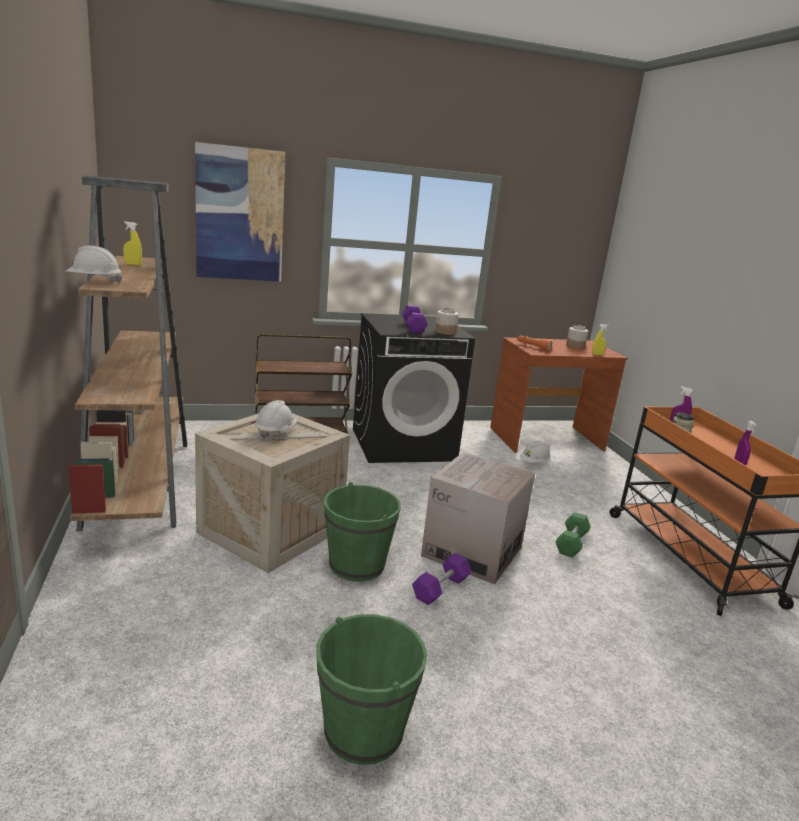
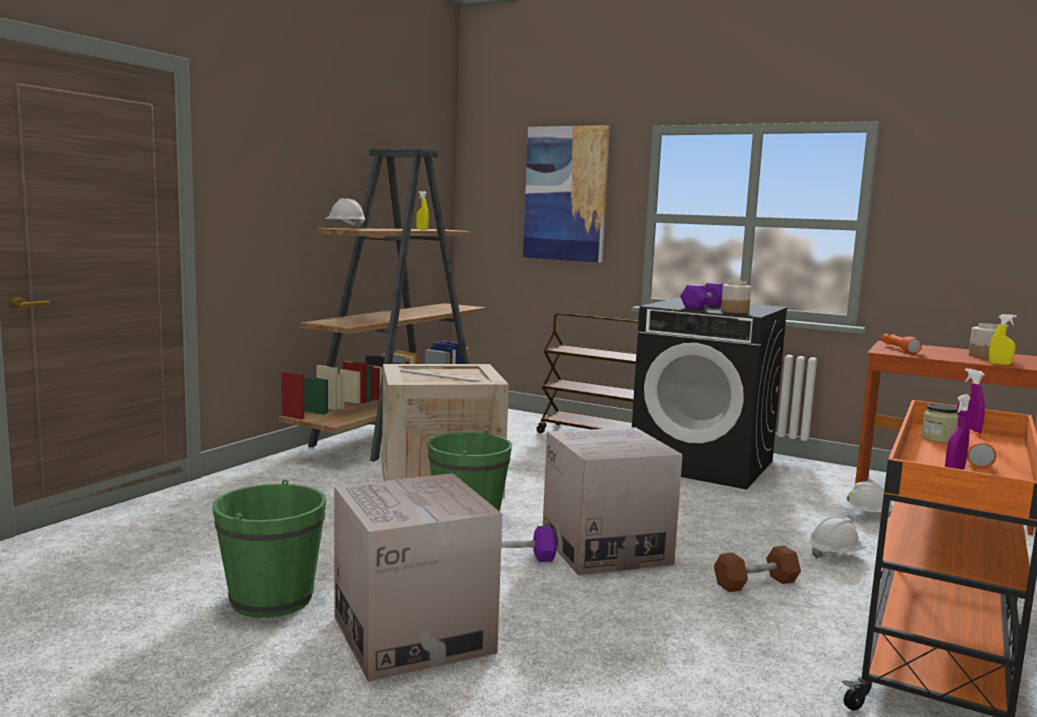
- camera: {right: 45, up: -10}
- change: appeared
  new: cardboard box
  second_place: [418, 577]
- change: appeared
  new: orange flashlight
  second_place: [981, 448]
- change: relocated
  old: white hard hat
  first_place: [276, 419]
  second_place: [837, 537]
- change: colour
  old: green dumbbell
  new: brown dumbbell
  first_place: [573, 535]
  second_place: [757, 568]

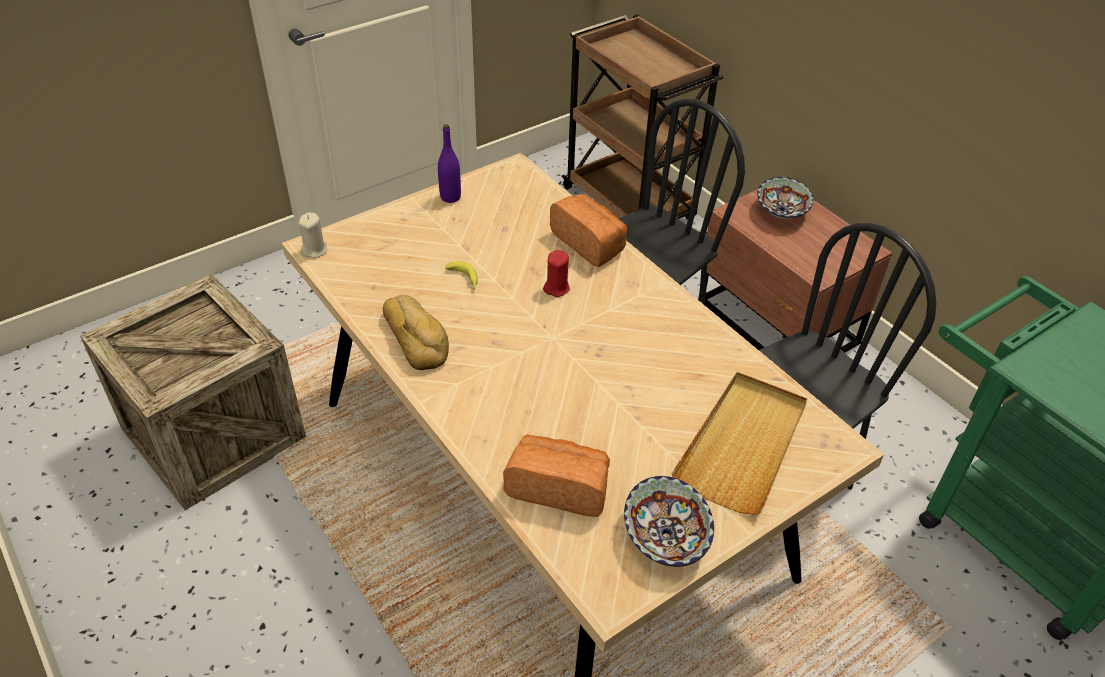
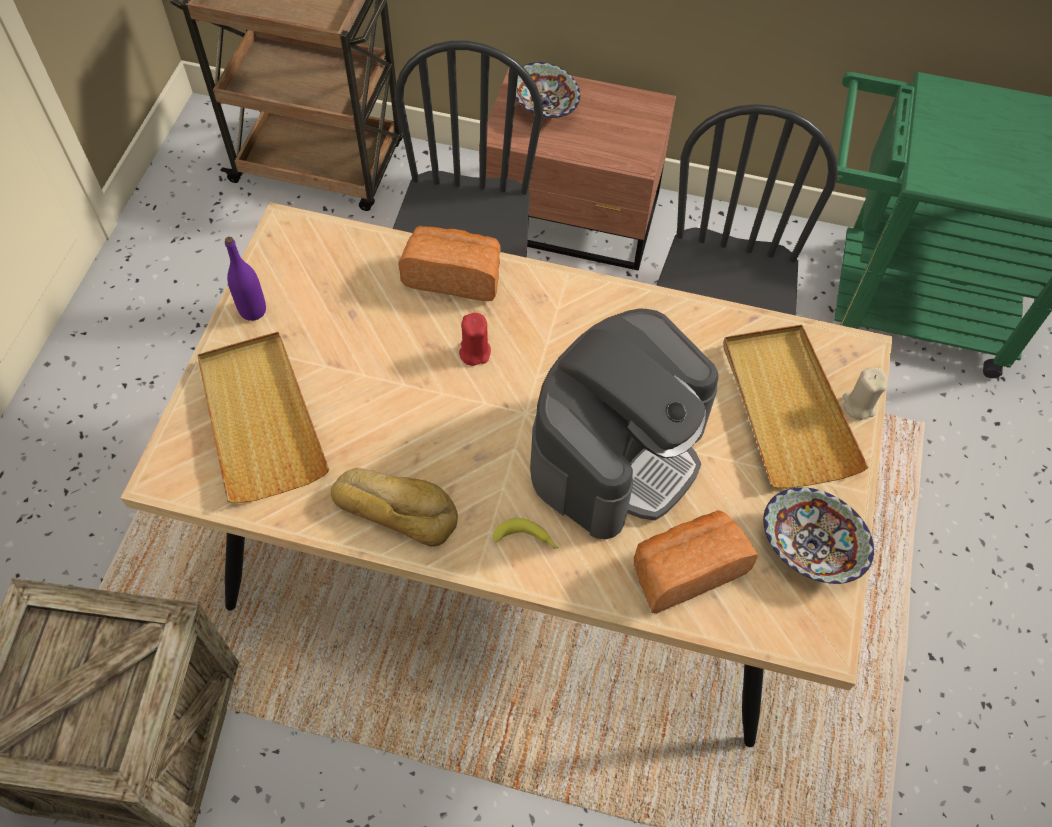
- camera: {right: -40, up: 15}
- change: appeared
  new: beige tray
  second_place: [263, 417]
- change: appeared
  new: coffee machine
  second_place: [624, 423]
- change: relocated
  old: beige candle
  first_place: [312, 235]
  second_place: [865, 393]
- change: relocated
  old: banana
  first_place: [461, 275]
  second_place: [526, 533]

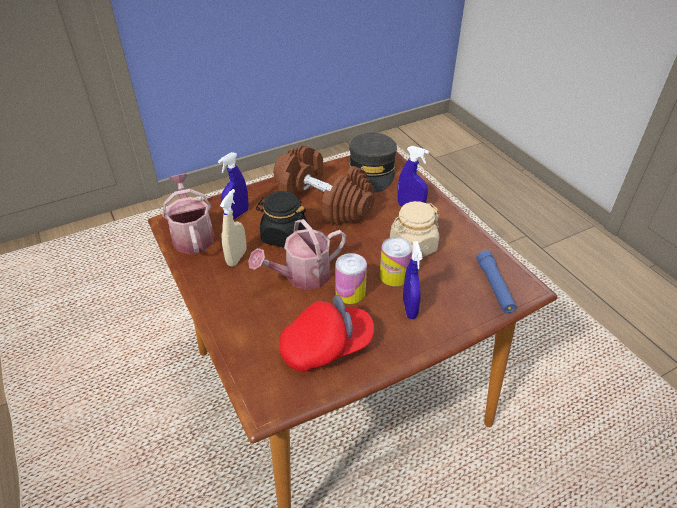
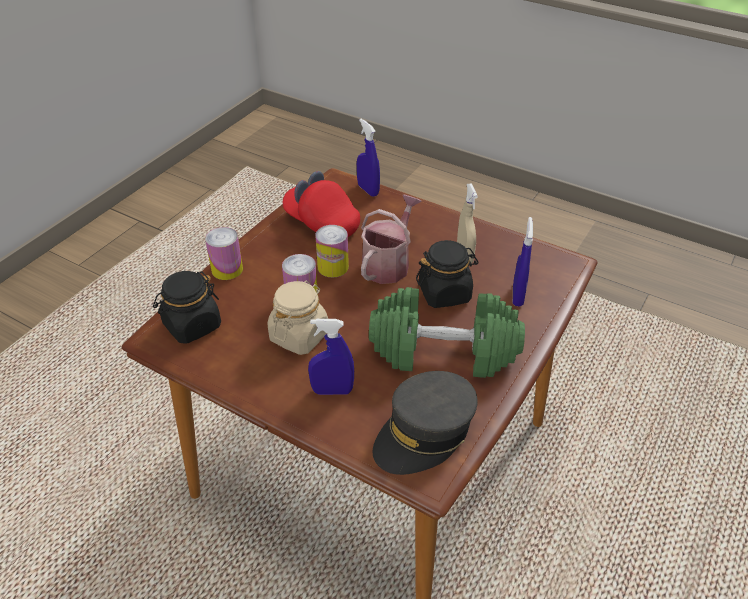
- camera: {right: 150, up: 0}
- change: missing
  old: watering can
  first_place: [188, 214]
- change: appeared
  new: can
  second_place: [224, 253]
- change: relocated
  old: blue spray bottle
  first_place: [412, 280]
  second_place: [368, 158]
- change: exchanged
  old: blue flashlight
  new: black jar
  first_place: [496, 281]
  second_place: [187, 307]
- change: colour
  old: brown dumbbell
  new: green dumbbell
  first_place: [323, 185]
  second_place: [447, 332]
- change: spun
  old: red cap
  first_place: [326, 333]
  second_place: [321, 204]
  degrees: 90
- change: spun
  old: grey cap
  first_place: [373, 163]
  second_place: [425, 423]
  degrees: -105

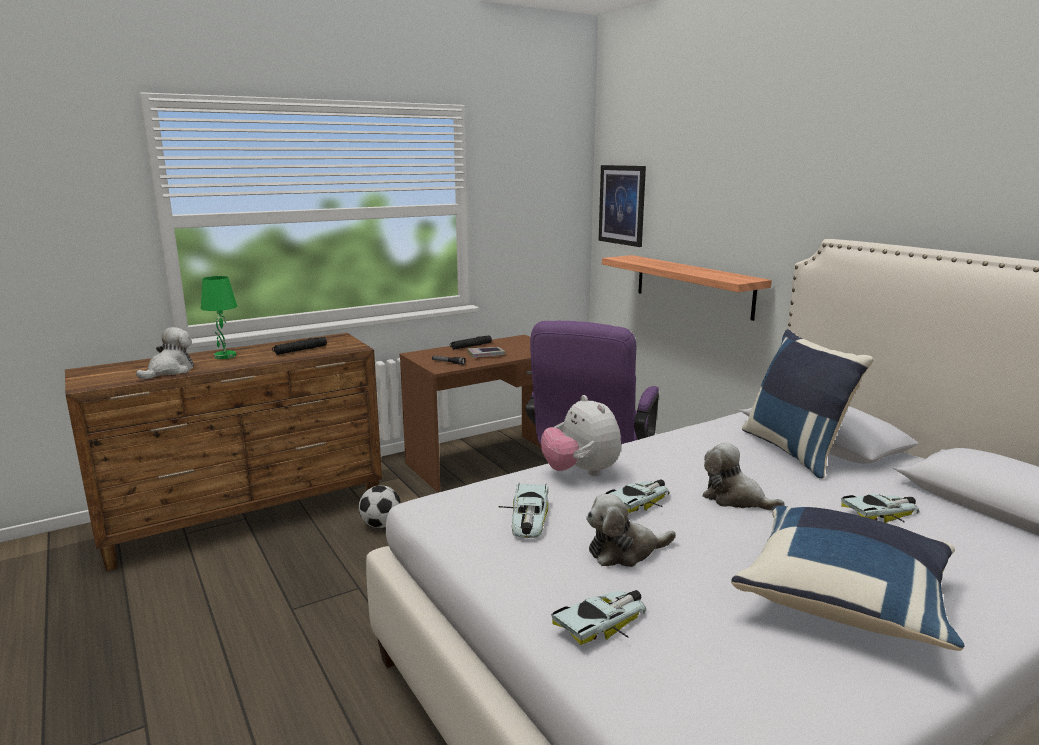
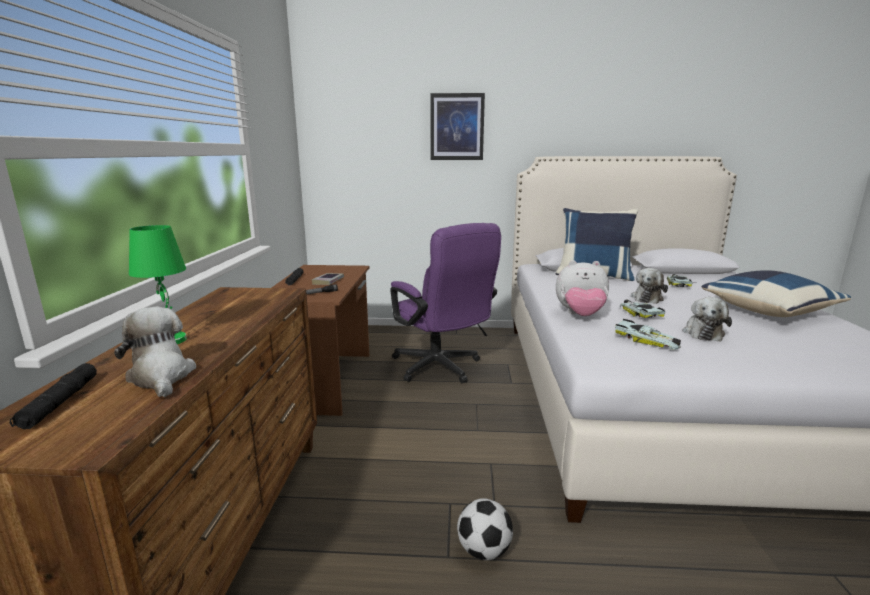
- camera: {right: -55, up: 0}
- change: missing
  old: toy car
  first_place: [599, 617]
- change: missing
  old: shelf
  first_place: [687, 288]
- change: relocated
  old: black flashlight
  first_place: [299, 346]
  second_place: [53, 396]
- change: relocated
  old: football
  first_place: [380, 506]
  second_place: [485, 529]
- change: relocated
  old: picture
  first_place: [622, 206]
  second_place: [457, 126]
- change: spun
  old: plush toy
  first_place: [744, 477]
  second_place: [649, 286]
  degrees: -45

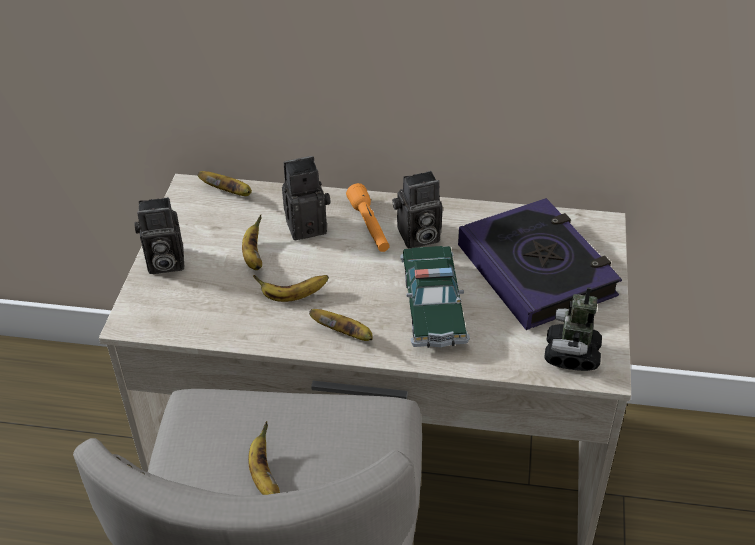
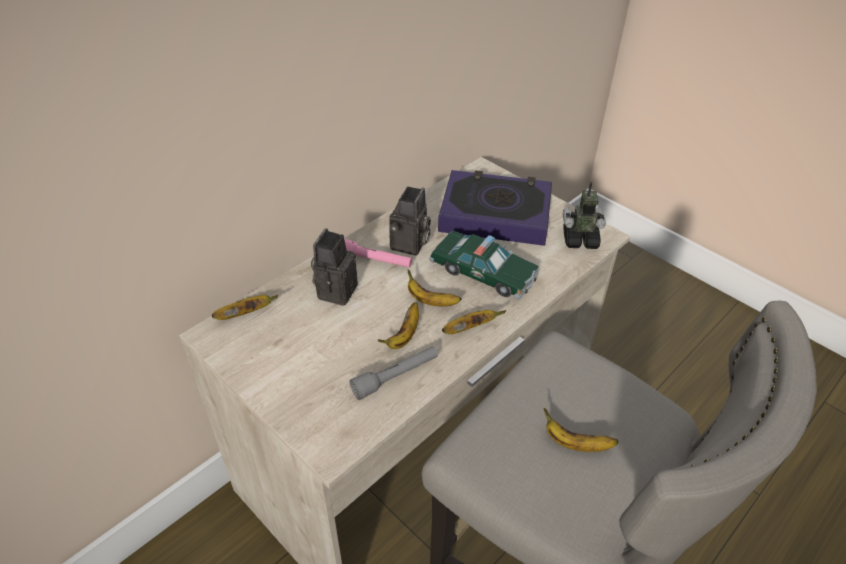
- camera: {right: -55, up: 0}
- change: missing
  old: photo camera
  first_place: [159, 235]
- change: appeared
  new: grey flashlight
  second_place: [393, 373]
- change: relocated
  old: banana
  first_place: [252, 242]
  second_place: [435, 287]
- change: colour
  old: orange flashlight
  new: pink flashlight
  first_place: [368, 217]
  second_place: [378, 253]
- change: spun
  old: toy robot
  first_place: [573, 329]
  second_place: [584, 215]
  degrees: 135

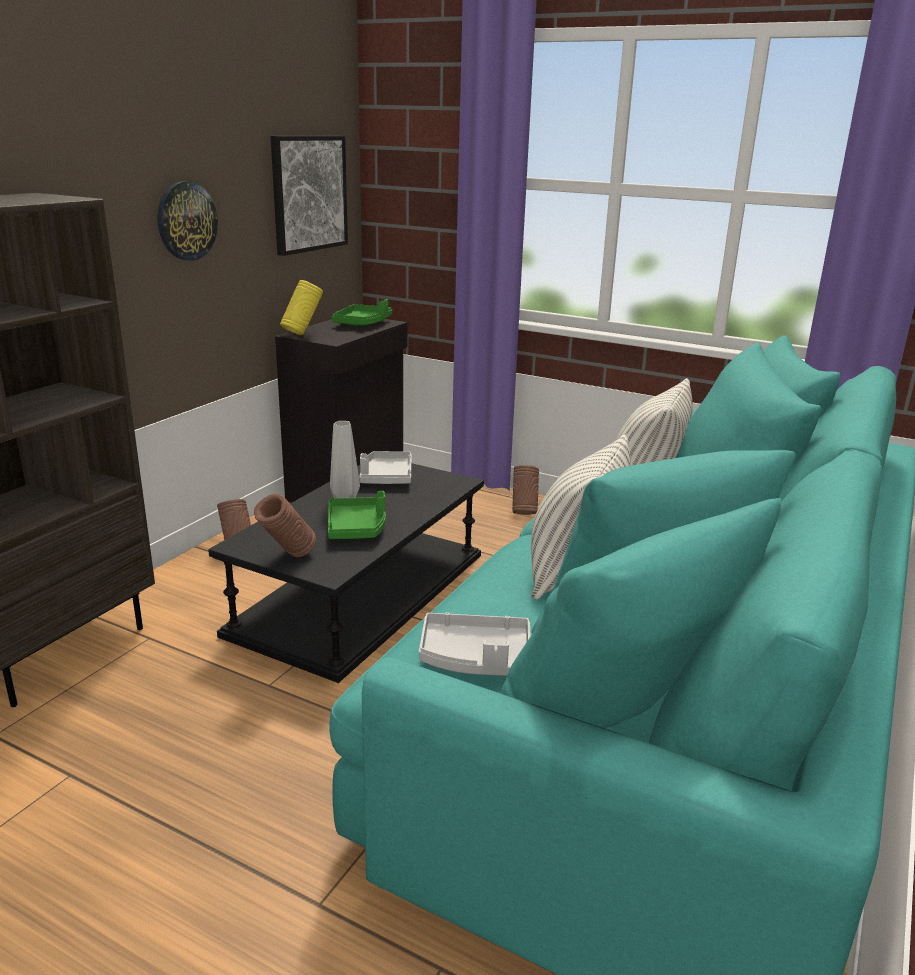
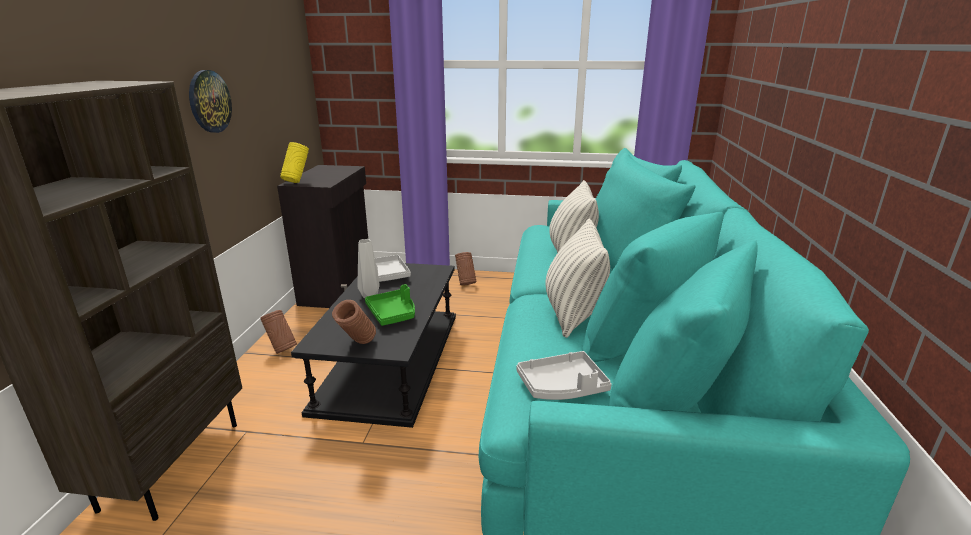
- camera: {right: -20, up: 0}
- change: missing
  old: picture
  first_place: [309, 196]
- change: missing
  old: green tray
  first_place: [362, 312]

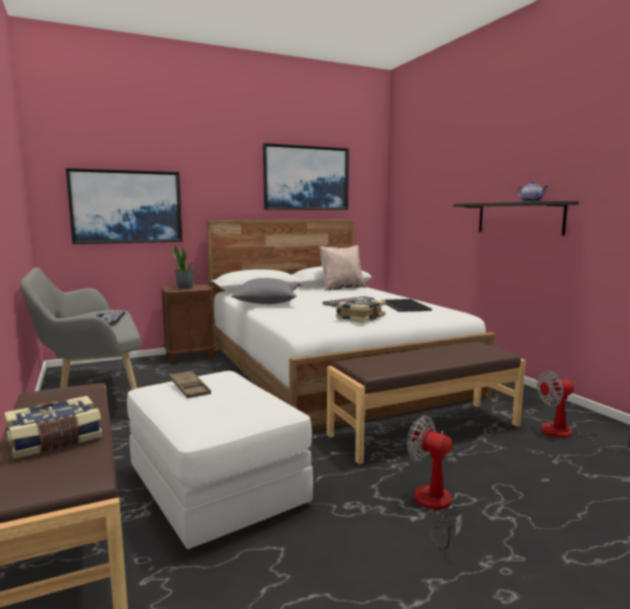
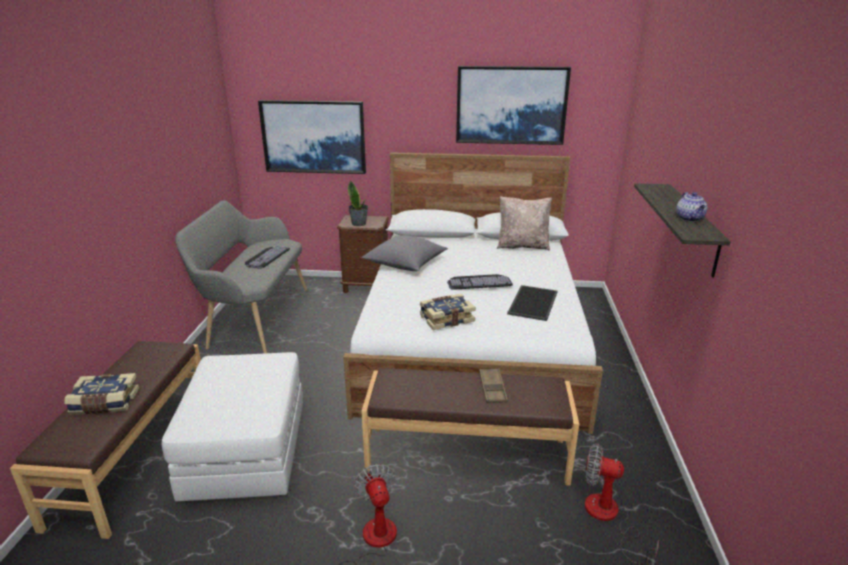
- camera: {right: 30, up: 15}
- change: relocated
  old: brown tray
  first_place: [190, 384]
  second_place: [493, 385]

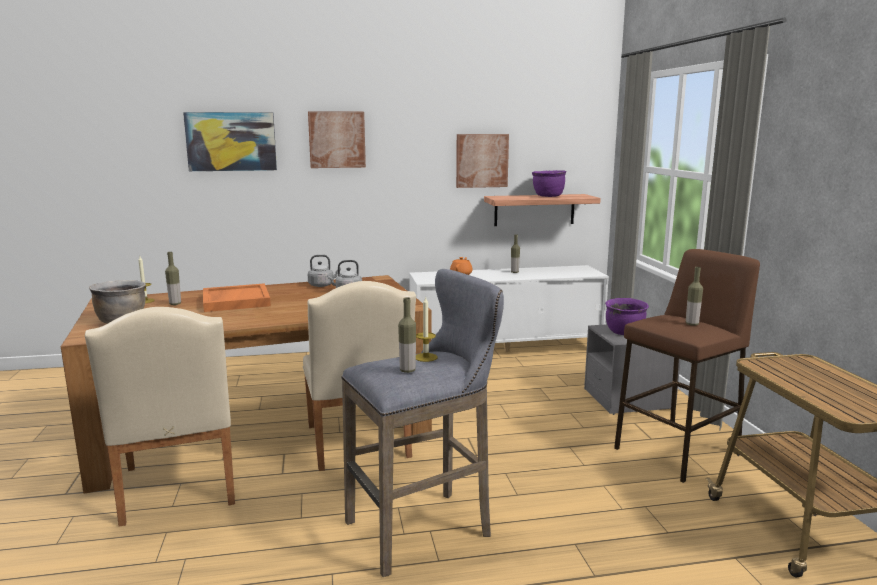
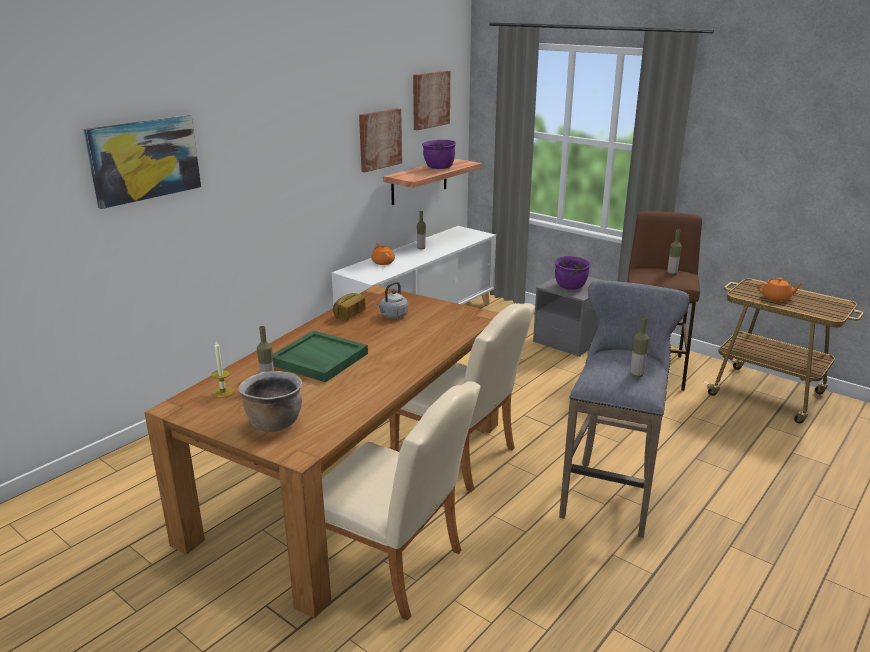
- camera: {right: -40, up: 10}
- change: missing
  old: candle
  first_place: [427, 329]
- change: appeared
  new: orange teapot
  second_place: [780, 289]
- change: relocated
  old: picture
  first_place: [337, 139]
  second_place: [431, 100]
- change: exchanged
  old: grey kettle
  new: bread
  first_place: [324, 271]
  second_place: [349, 306]
- change: colour
  old: orange tray
  new: green tray
  first_place: [237, 297]
  second_place: [320, 356]

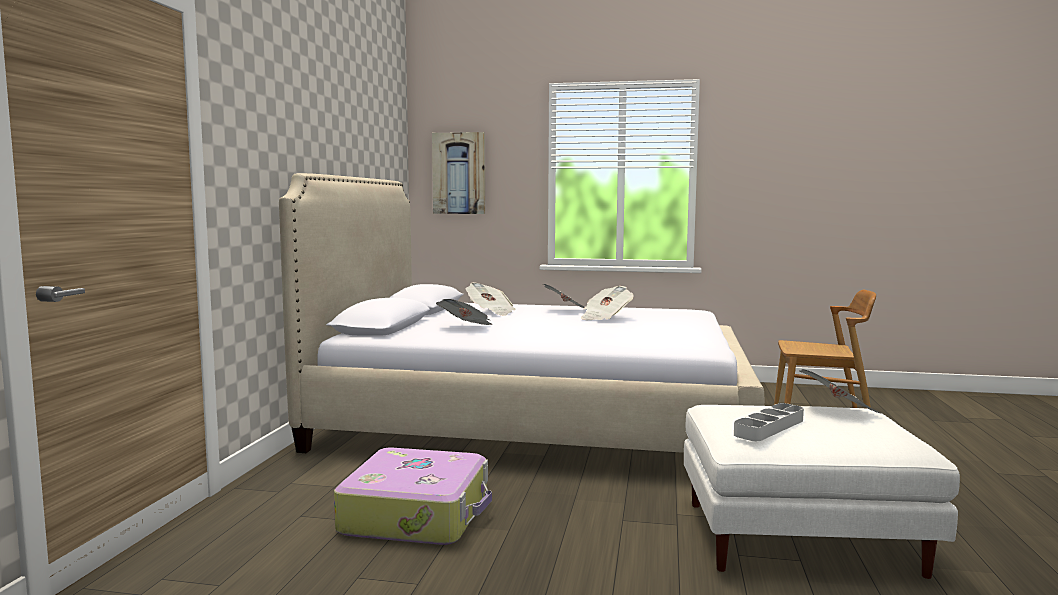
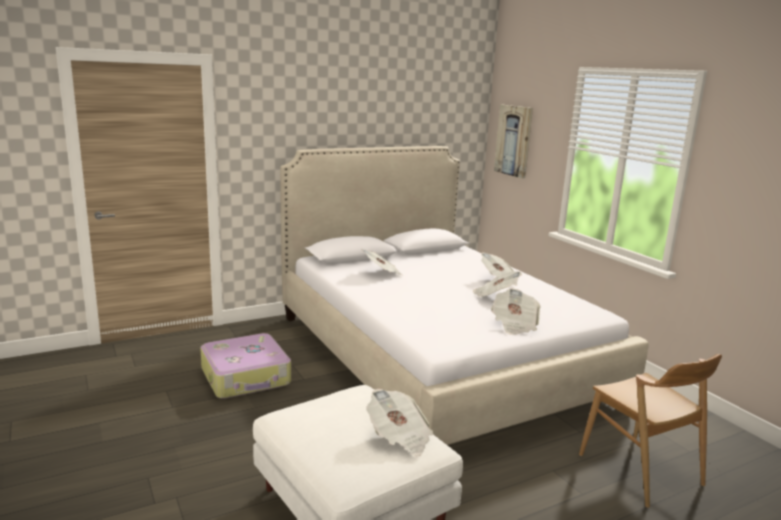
- camera: {right: 50, up: 10}
- change: missing
  old: grey tray
  first_place: [769, 422]
- change: relocated
  old: newspaper
  first_place: [490, 299]
  second_place: [516, 311]

